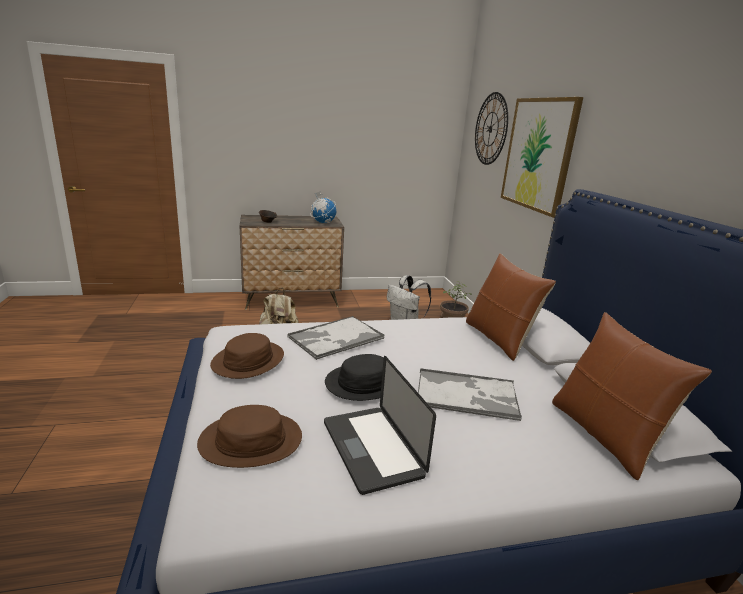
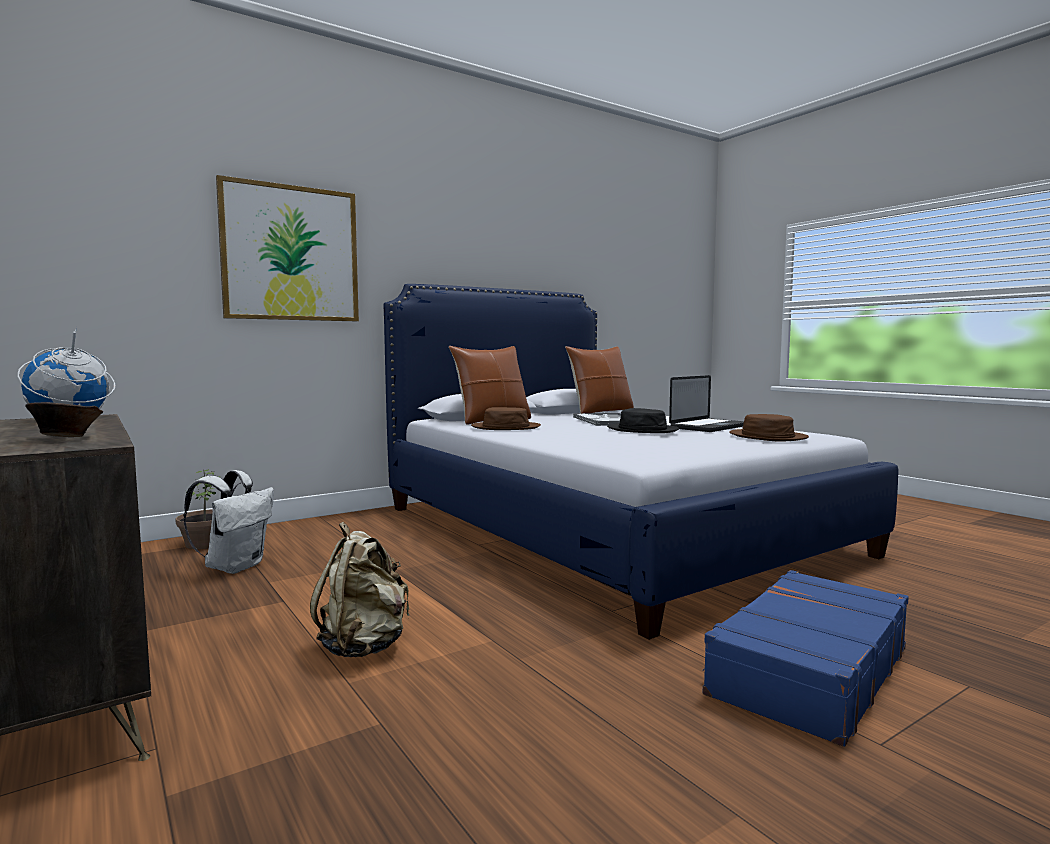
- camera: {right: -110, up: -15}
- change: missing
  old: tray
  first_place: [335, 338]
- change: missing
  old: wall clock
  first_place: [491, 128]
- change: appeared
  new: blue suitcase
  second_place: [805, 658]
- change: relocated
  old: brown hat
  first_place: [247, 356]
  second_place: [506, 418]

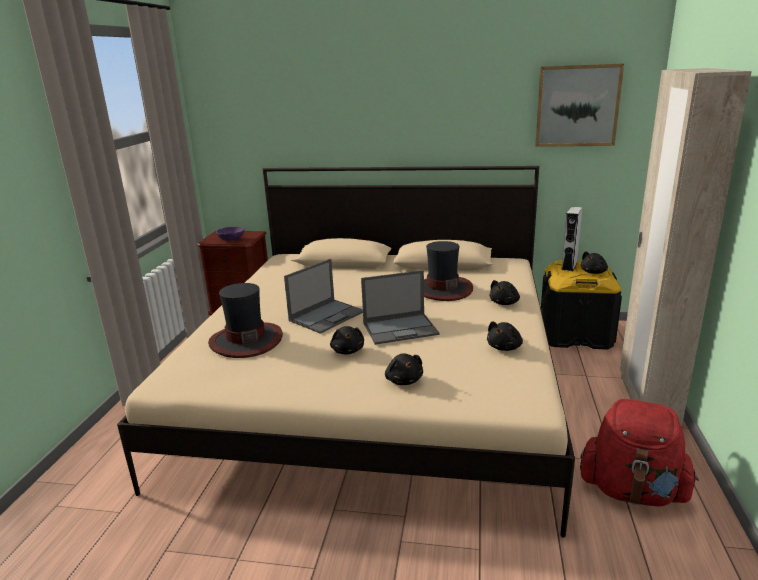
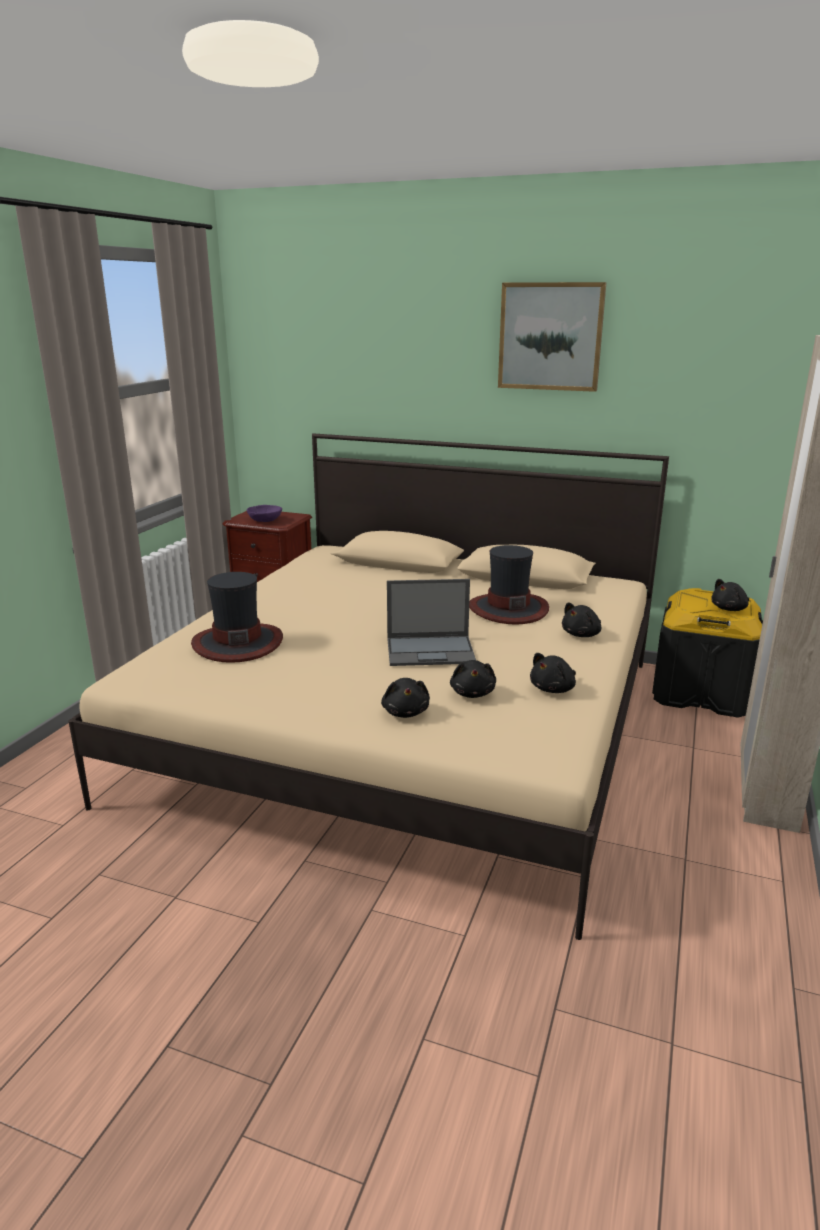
- camera: {right: 10, up: 0}
- change: missing
  old: laptop
  first_place: [323, 296]
- change: missing
  old: grey speaker
  first_place: [572, 239]
- change: missing
  old: red backpack
  first_place: [639, 452]
- change: relocated
  old: black plush toy
  first_place: [347, 340]
  second_place: [473, 679]
- change: relocated
  old: picture
  first_place: [579, 105]
  second_place: [552, 337]

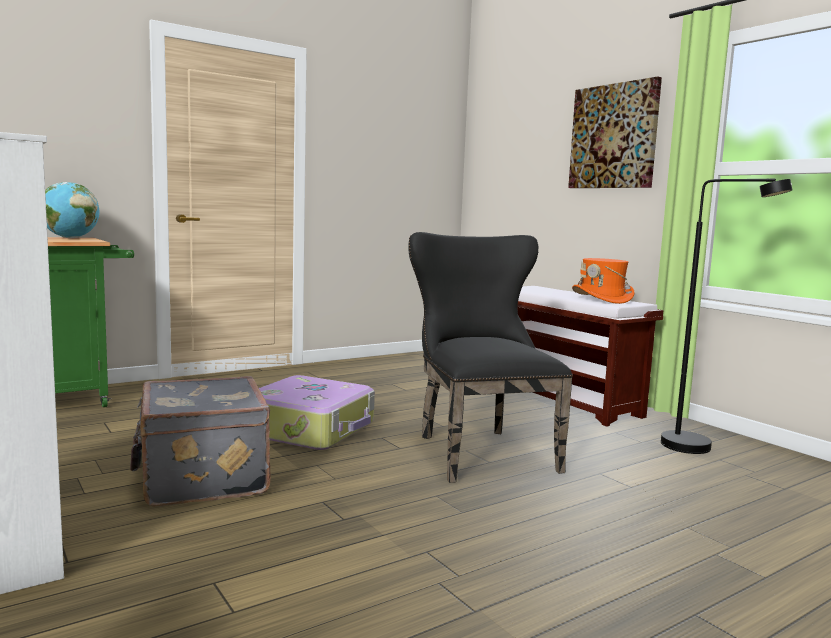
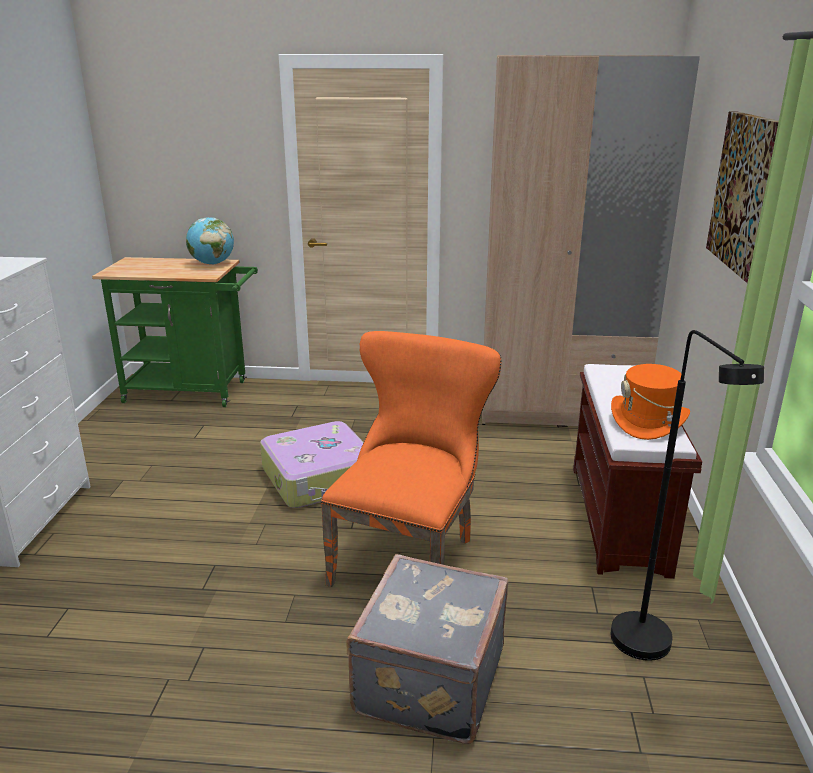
- camera: {right: 40, up: 15}
- change: appeared
  new: beige wardrobe
  second_place: [591, 241]
- change: relocated
  old: grey suitcase
  first_place: [200, 441]
  second_place: [427, 649]
- change: colour
  old: black chair
  new: orange chair
  first_place: [490, 357]
  second_place: [411, 459]

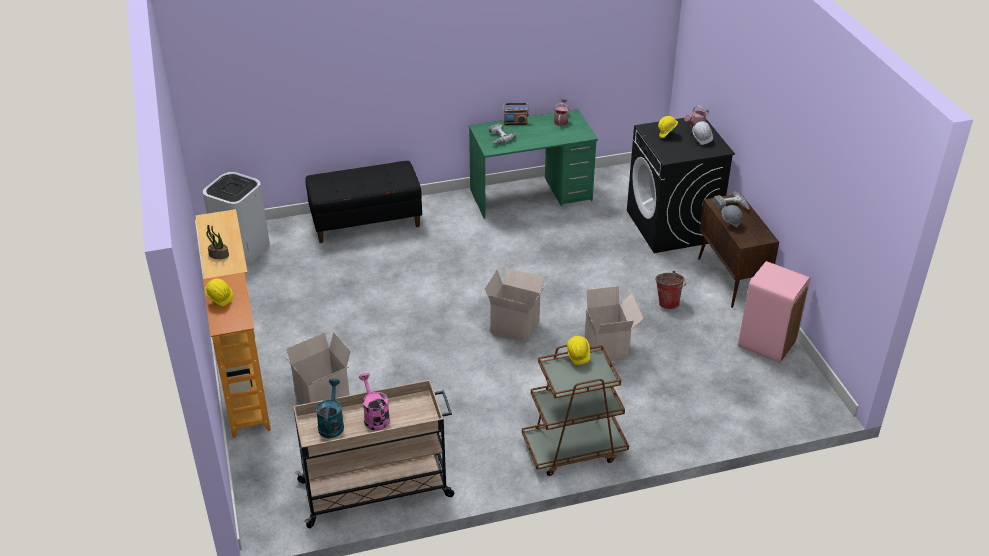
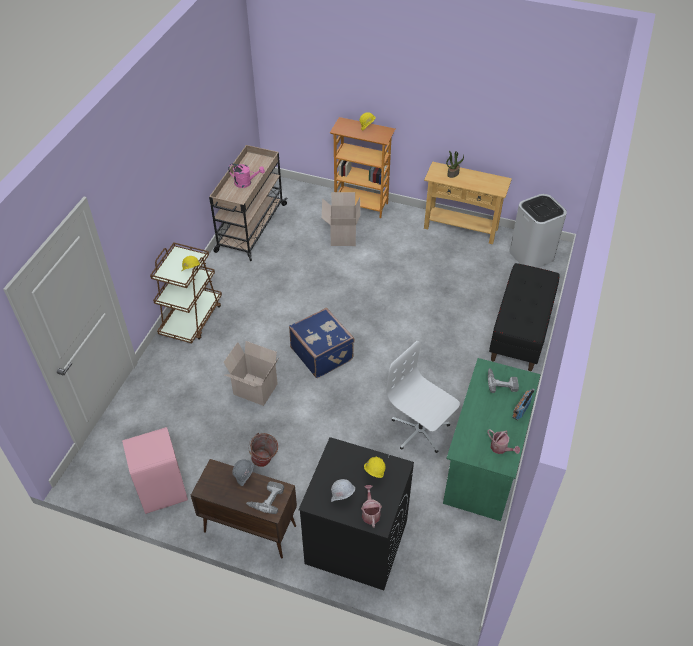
- camera: {right: 125, up: 10}
- change: missing
  old: turquoise watering can
  first_place: [330, 408]
- change: appeared
  new: white office chair
  second_place: [423, 397]
- change: exchanged
  old: cardboard box
  new: blue suitcase
  first_place: [516, 305]
  second_place: [321, 343]

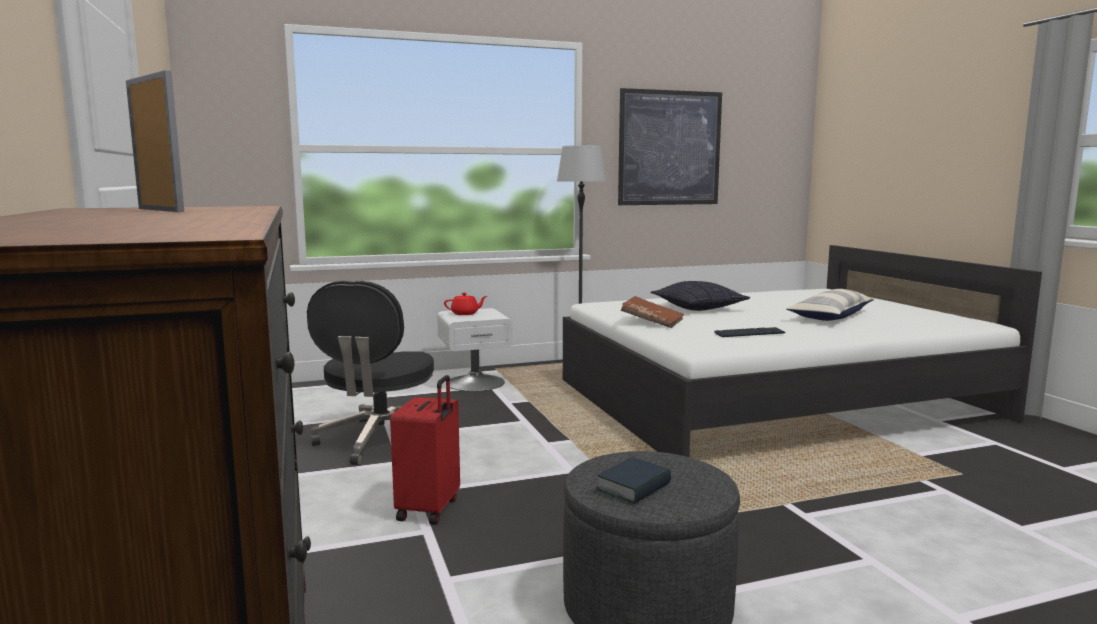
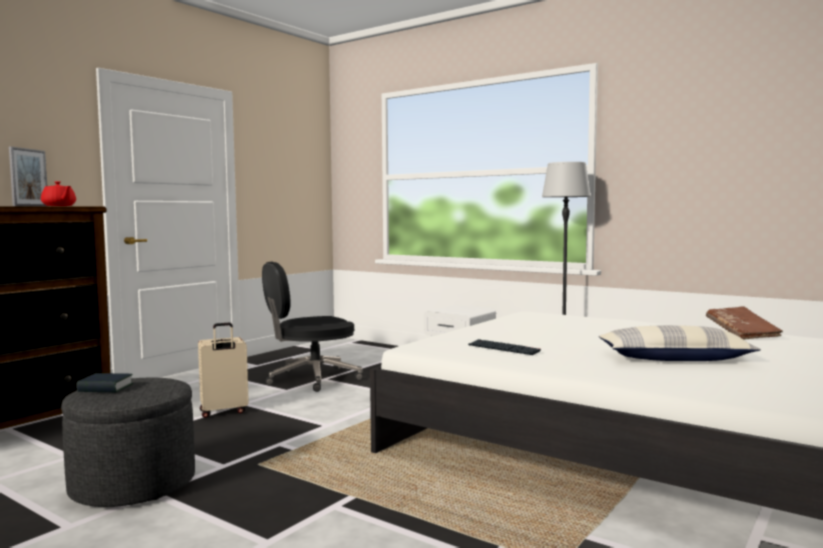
- camera: {right: 55, up: -5}
- change: missing
  old: picture
  first_place: [670, 146]
- change: missing
  old: pillow
  first_place: [700, 296]
- change: relocated
  old: red teapot
  first_place: [465, 304]
  second_place: [58, 193]
- change: relocated
  old: brown book
  first_place: [652, 312]
  second_place: [744, 323]
- change: colour
  old: red suitcase
  new: beige suitcase
  first_place: [425, 450]
  second_place: [223, 370]

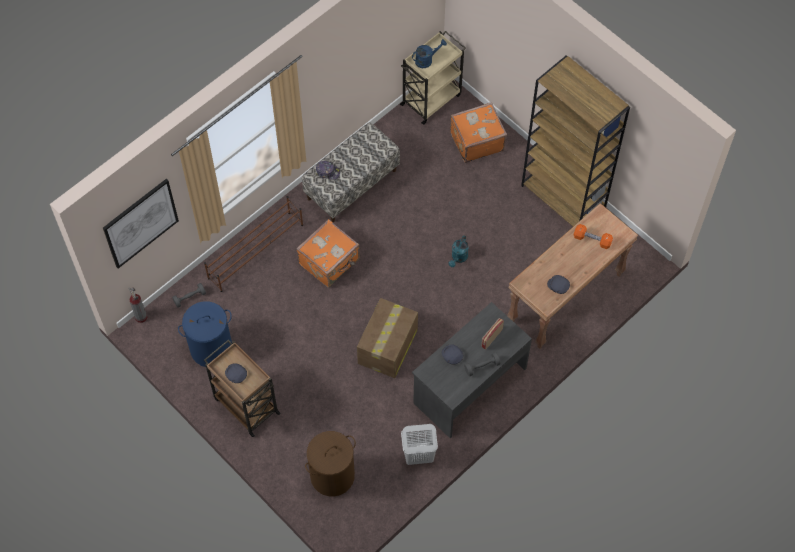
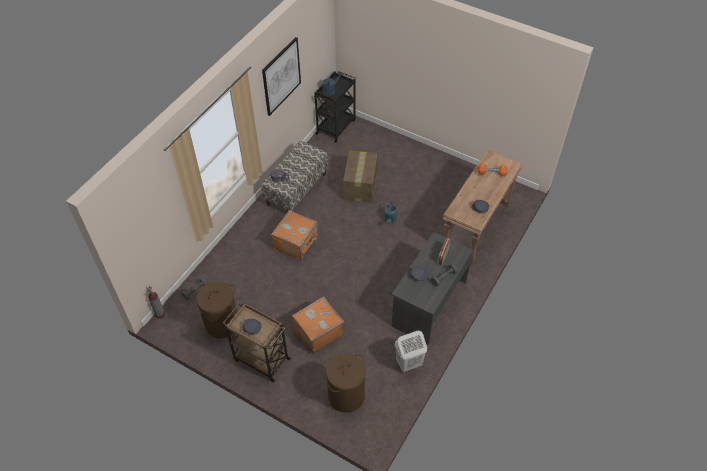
- camera: {right: -15, up: -10}
- change: missing
  old: brown shoe rack
  first_place: [253, 244]
- change: missing
  old: brown bookcase
  first_place: [575, 140]
- change: relocated
  old: picture
  first_place: [141, 223]
  second_place: [281, 76]
- change: relocated
  old: cardboard box
  first_place: [387, 338]
  second_place: [360, 176]
- change: relocated
  old: orange suitcase
  first_place: [478, 132]
  second_place: [318, 325]
- change: colour
  old: blue laundry basket
  new: brown laundry basket
  first_place: [205, 334]
  second_place: [215, 310]
- change: colour
  old: beige cart
  new: black cart
  first_place: [433, 78]
  second_place: [335, 107]

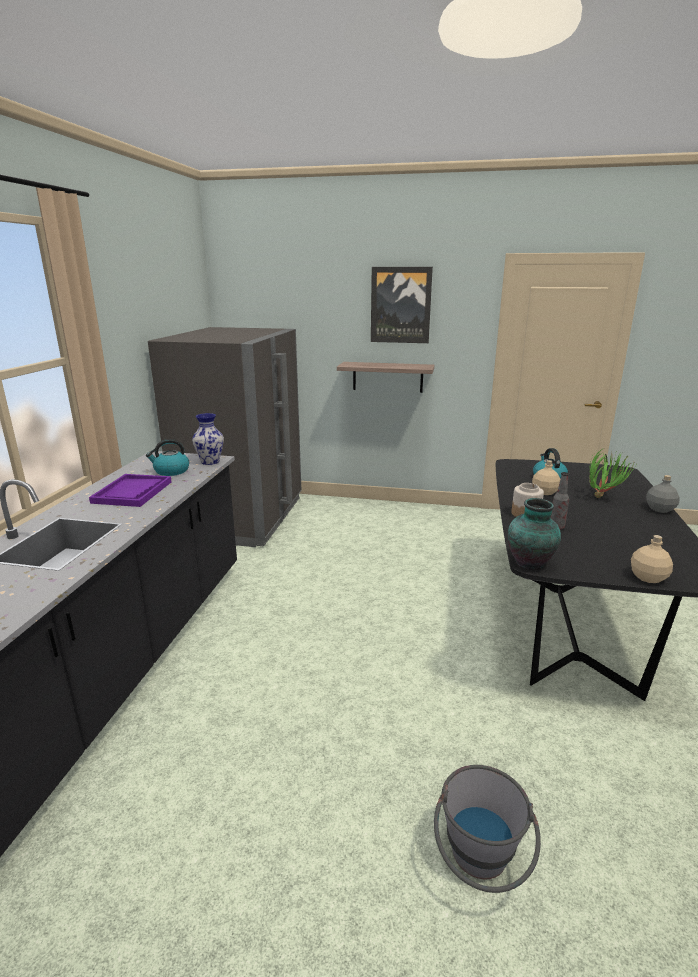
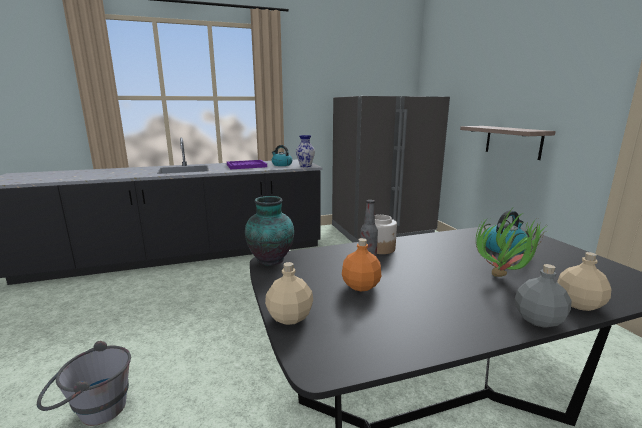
- camera: {right: 60, up: -5}
- change: missing
  old: picture
  first_place: [402, 305]
- change: appeared
  new: orange bottle
  second_place: [361, 264]
- change: relocated
  old: beige bottle
  first_place: [546, 477]
  second_place: [584, 281]

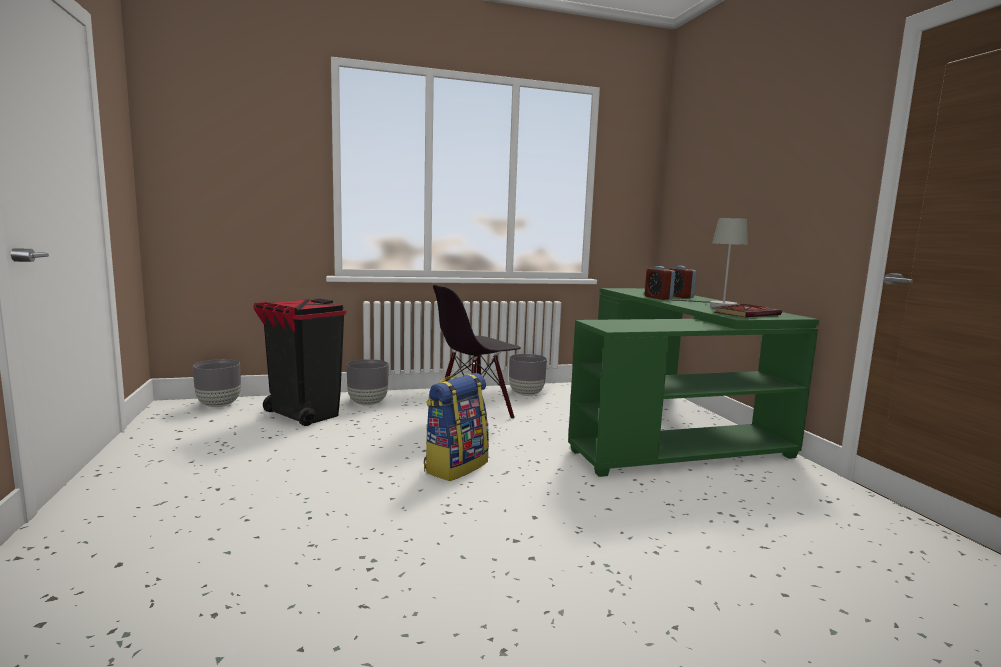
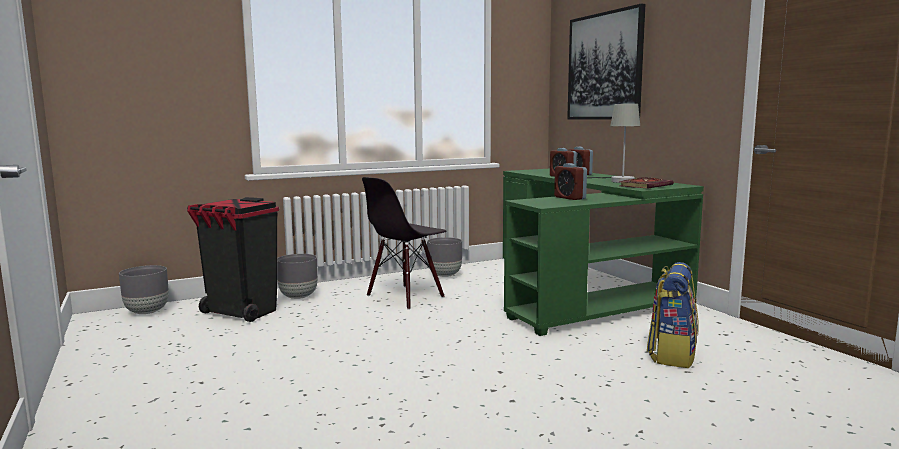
- camera: {right: -10, up: 0}
- change: appeared
  new: alarm clock
  second_place: [570, 181]
- change: appeared
  new: picture
  second_place: [606, 62]
- change: relocated
  old: backpack
  first_place: [456, 427]
  second_place: [673, 315]

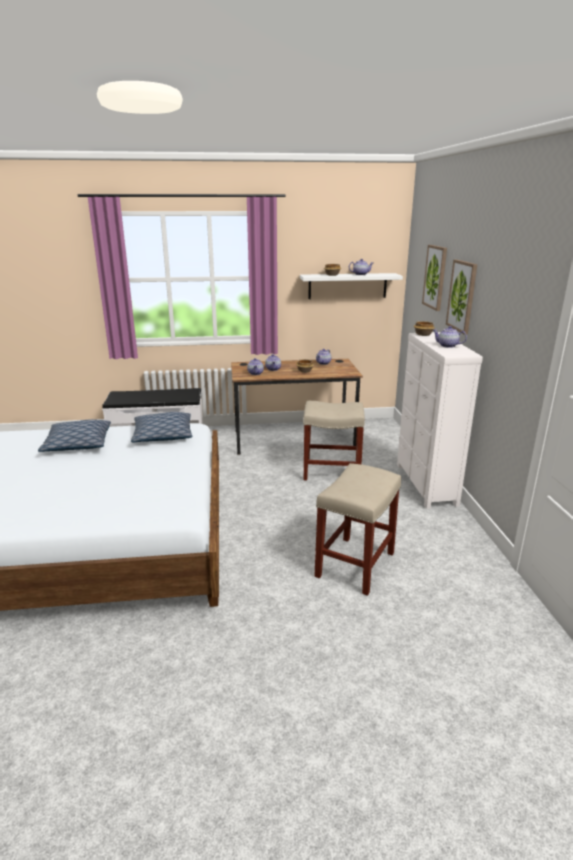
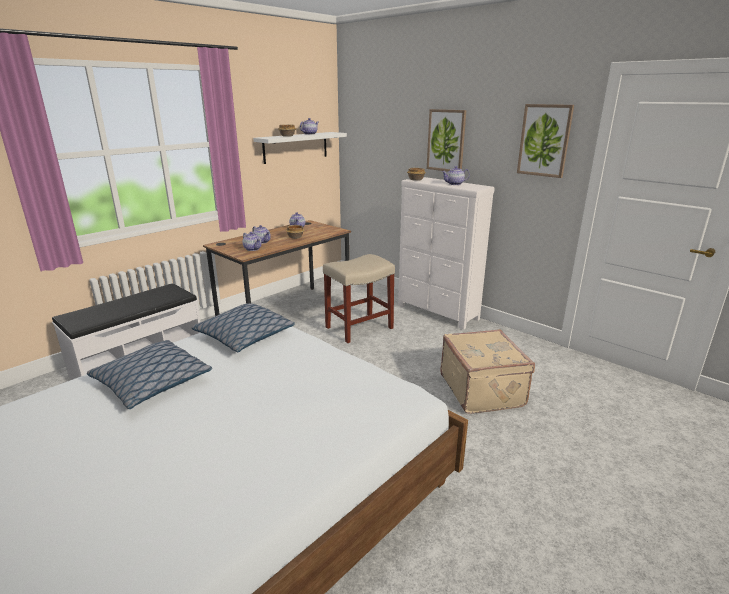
- camera: {right: -40, up: 0}
- change: relocated
  old: picture
  first_place: [434, 278]
  second_place: [545, 141]
- change: exchanged
  old: beige stool
  new: beige suitcase
  first_place: [357, 529]
  second_place: [487, 371]

